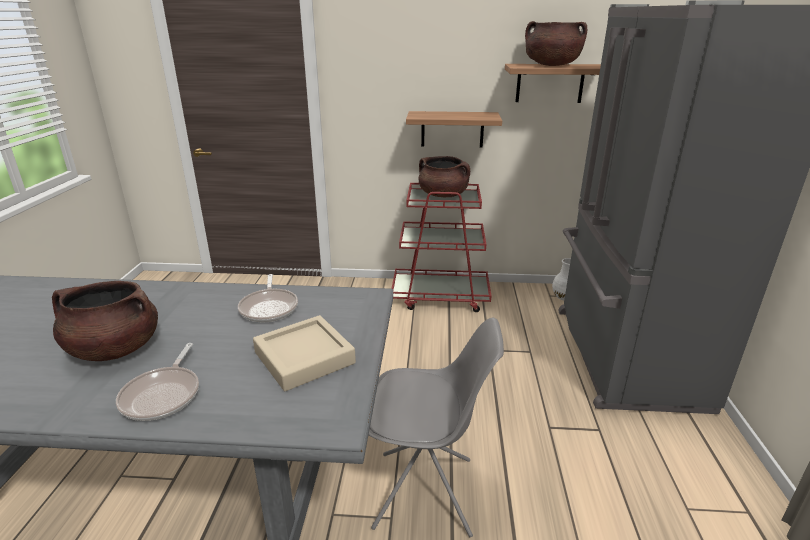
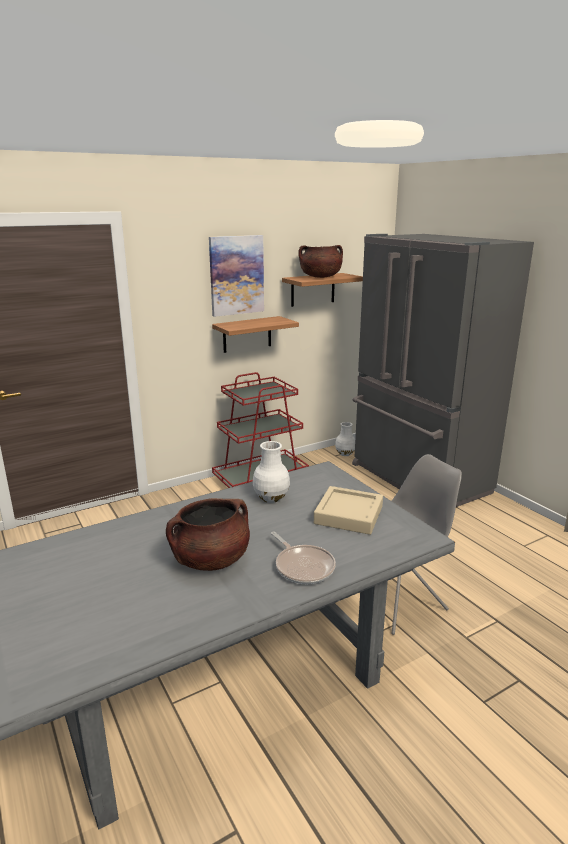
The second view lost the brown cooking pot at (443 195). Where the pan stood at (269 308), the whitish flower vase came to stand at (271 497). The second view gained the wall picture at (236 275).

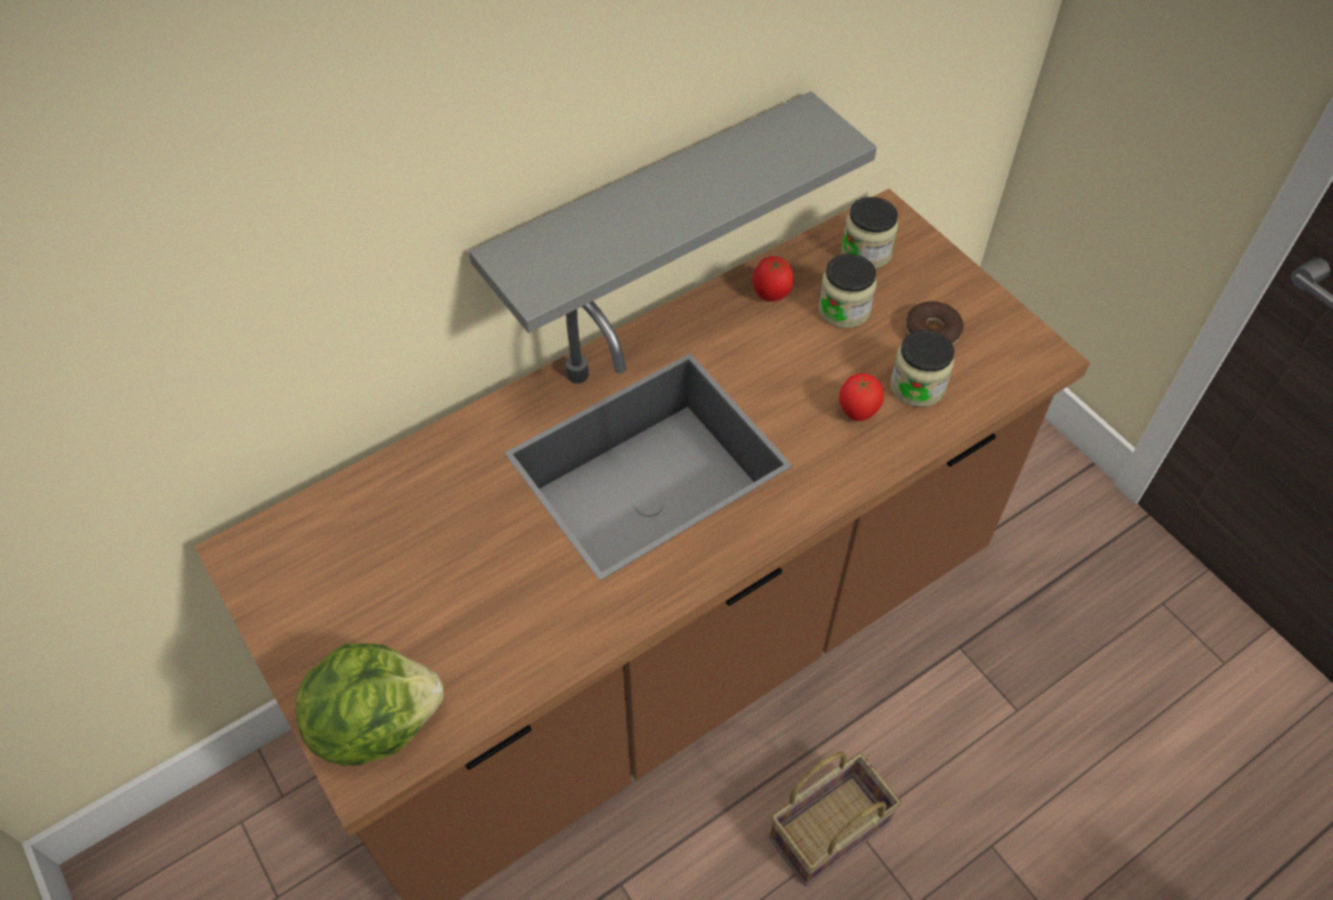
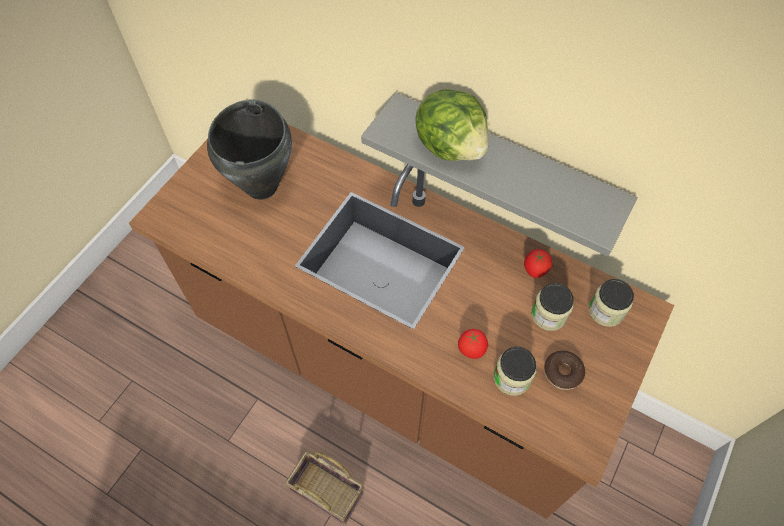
The head of lettuce ended up elsewhere, having gone from (376 722) to (451 146). The second view gained the black-coloured cooking pot at (262 186).

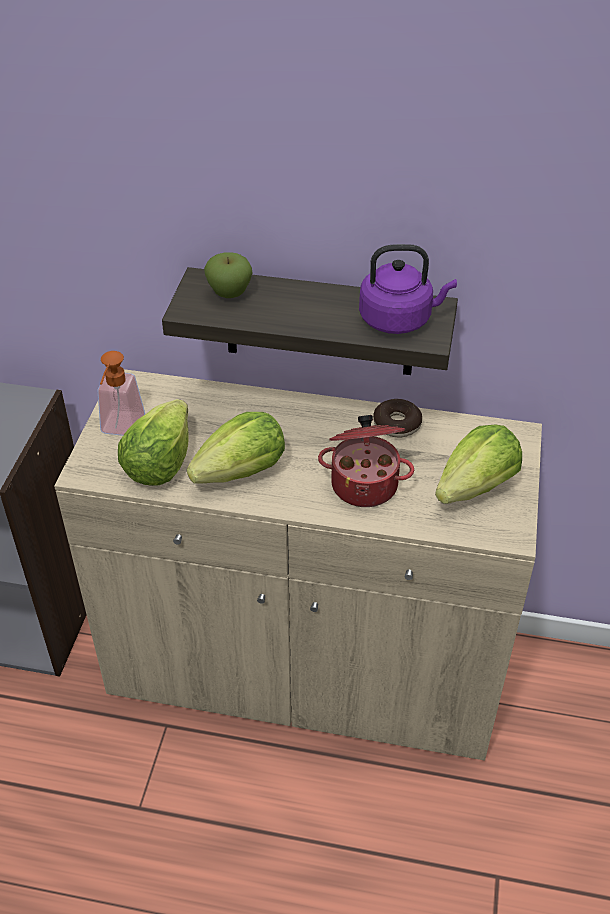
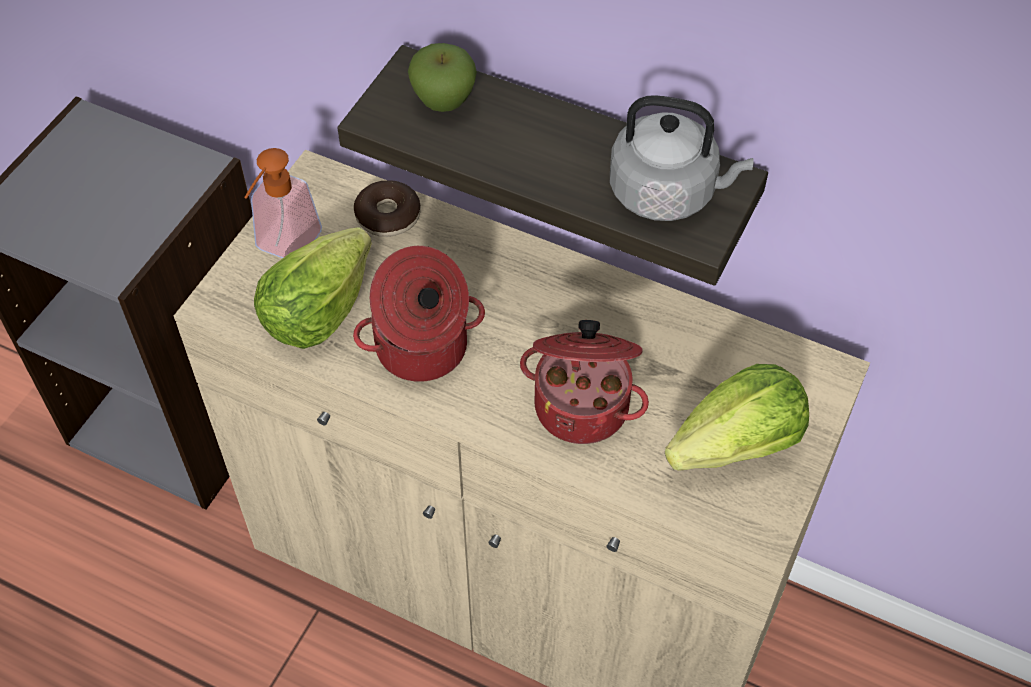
What was the purplish kettle at (399 319) turned into the grey kettle at (668 193). The doughnut ended up elsewhere, having gone from (397 424) to (388 216). Where the head of lettuce stood at (242 472), the cooking pot came to stand at (422 349).

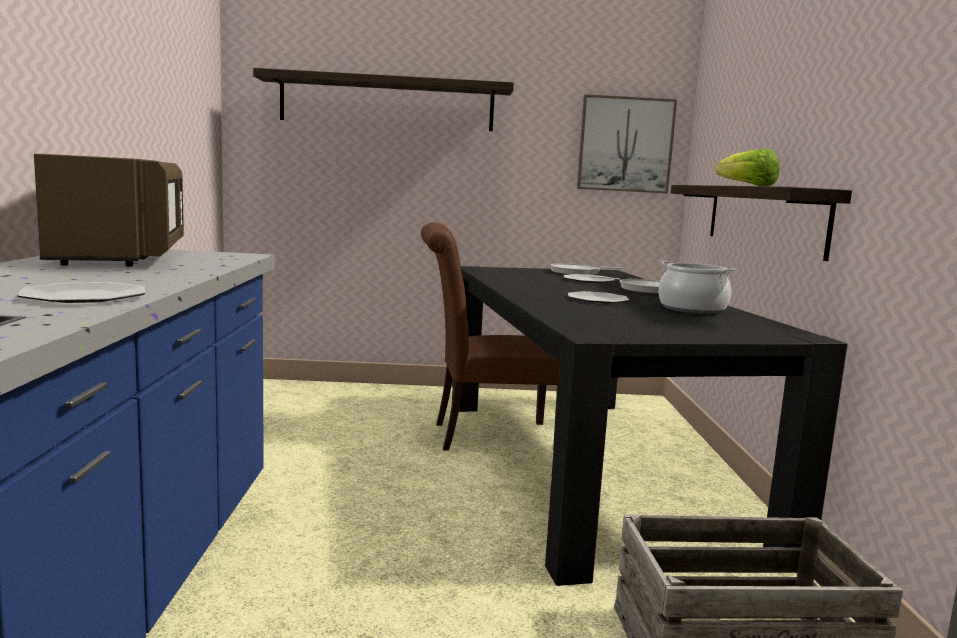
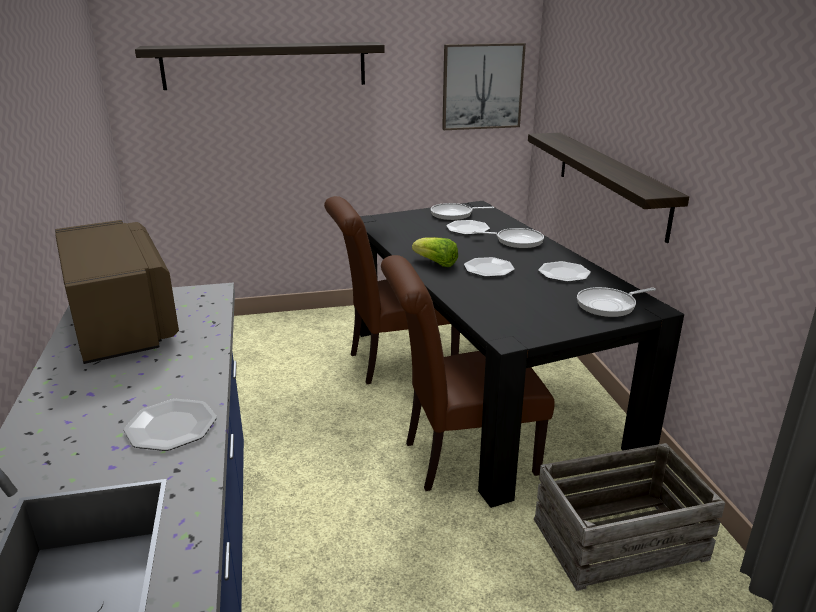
The head of lettuce ended up elsewhere, having gone from (747 186) to (436 263). Where the cooking pot stood at (692 309), the dinner plate came to stand at (563 273). The second view gained the brown chair at (461 458). The second view gained the pan at (609 305).

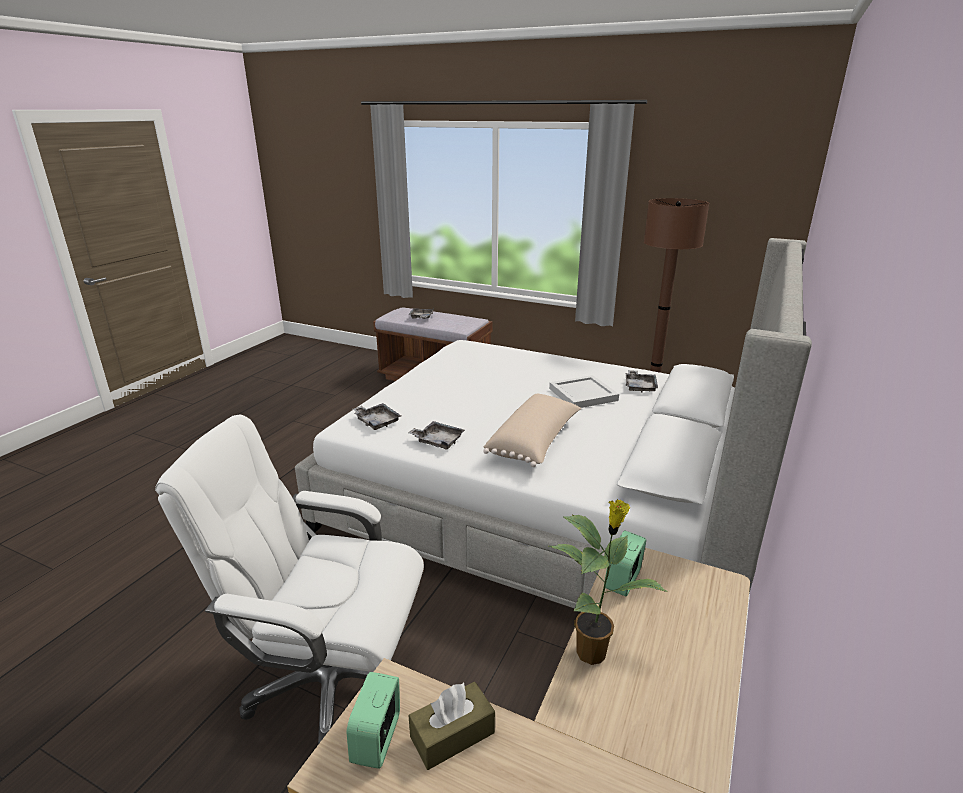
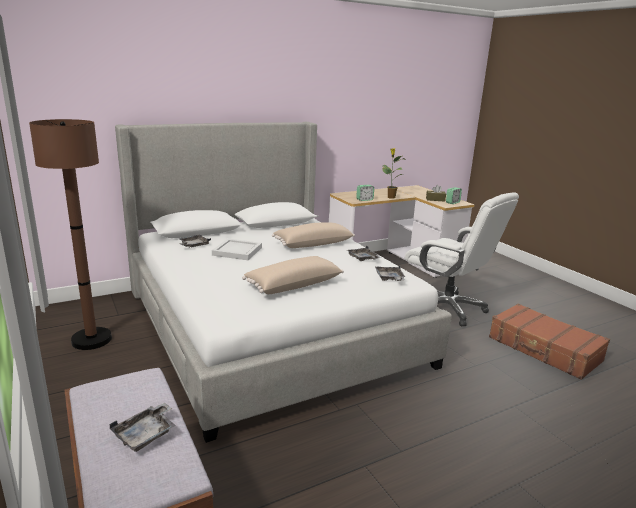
The second view gained the sand-coloured cushion at (293 285). The second view gained the brown suitcase at (544 350).

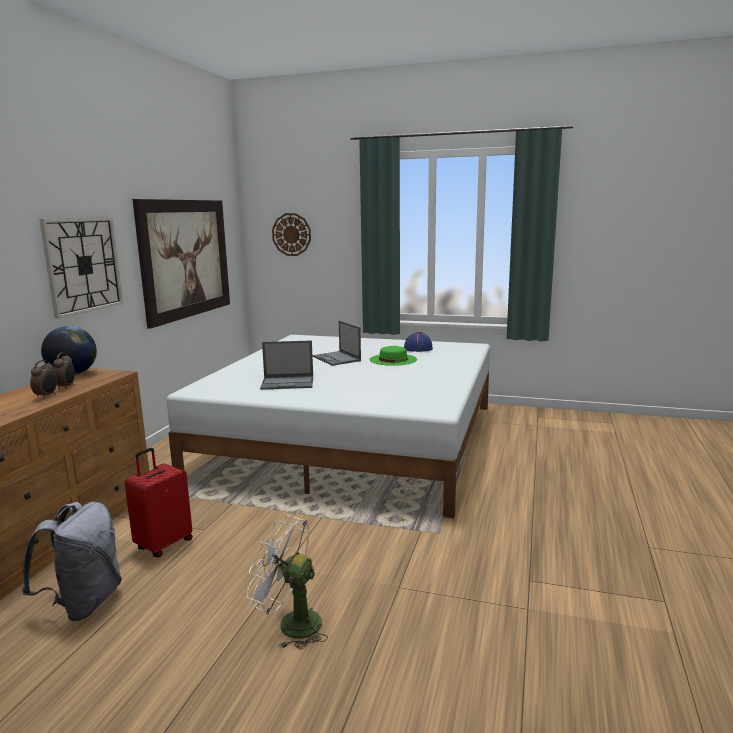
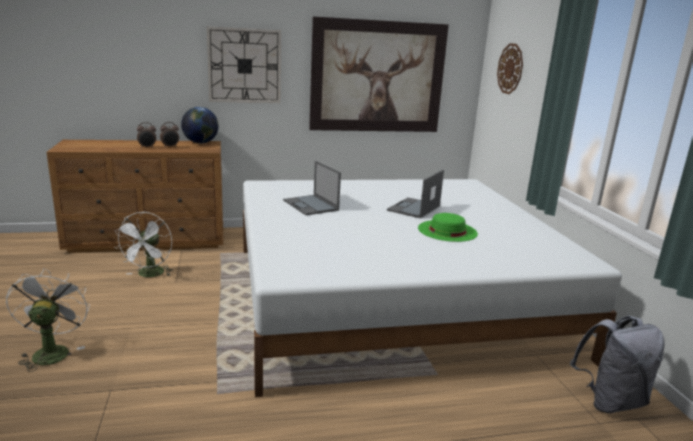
The second view lost the bluish wearable hat at (418 349). Where the reddish suitcase stood at (163 544), the whitish electric fan came to stand at (149 275). The grey knapsack ended up elsewhere, having gone from (84 603) to (610 401).

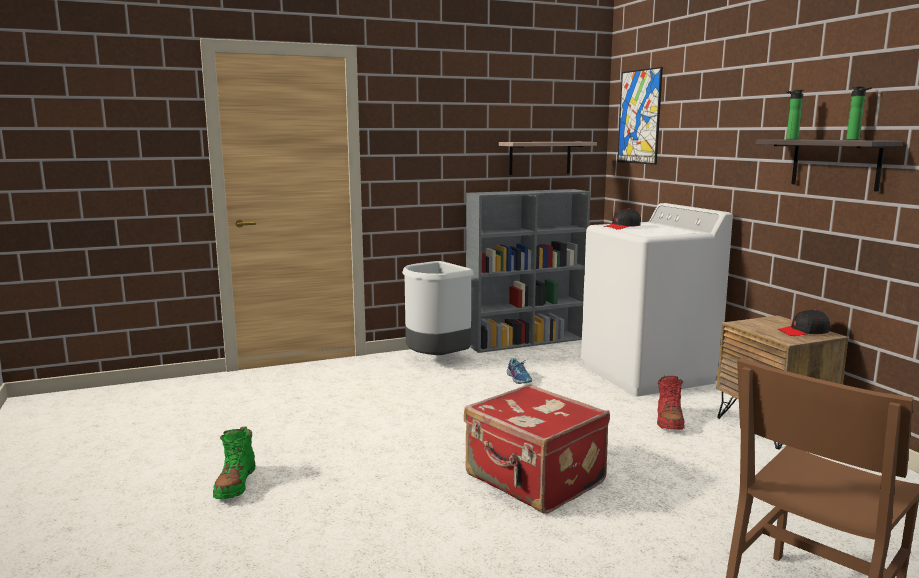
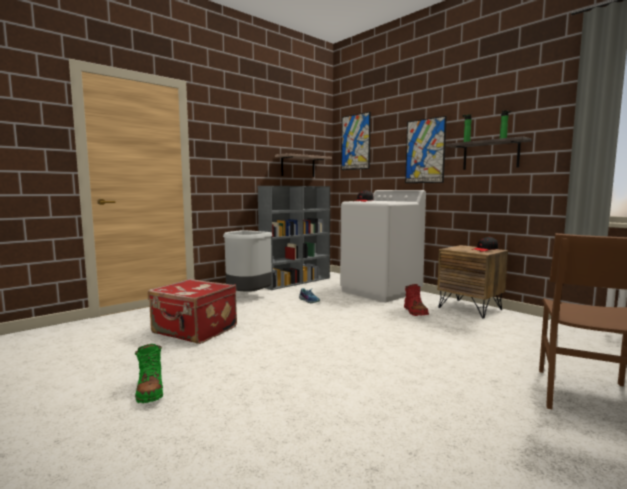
The reddish suitcase ended up elsewhere, having gone from (534 480) to (194 331). The second view gained the wall picture at (425 151).

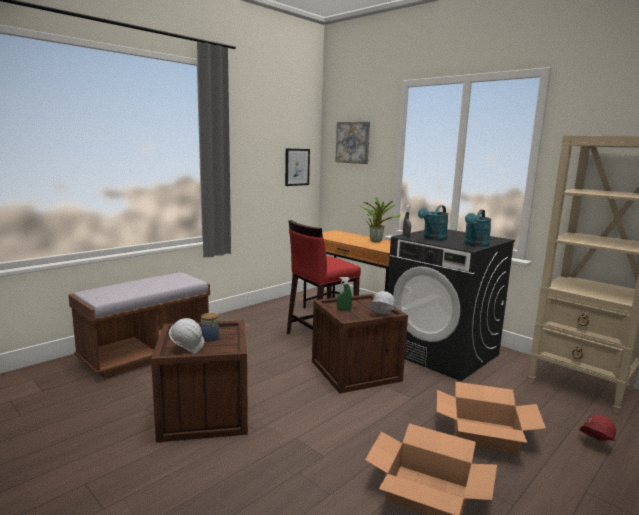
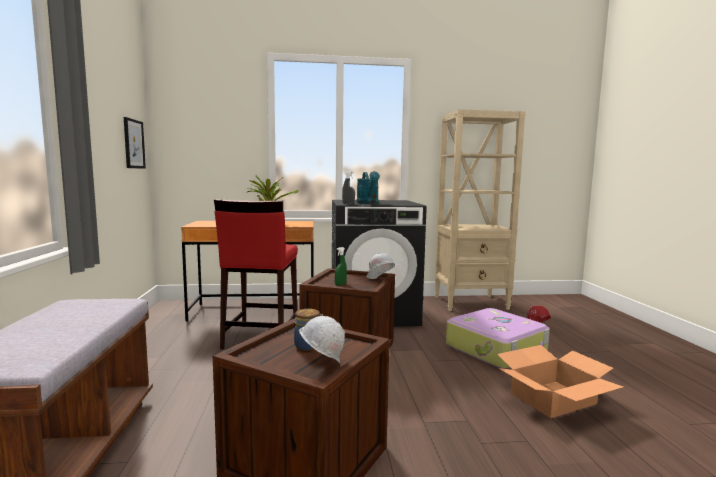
The second view lost the wall picture at (353 142). The second view lost the blue-green watering can at (475 245). Where the carton stood at (484 434), the suitcase came to stand at (497 349).

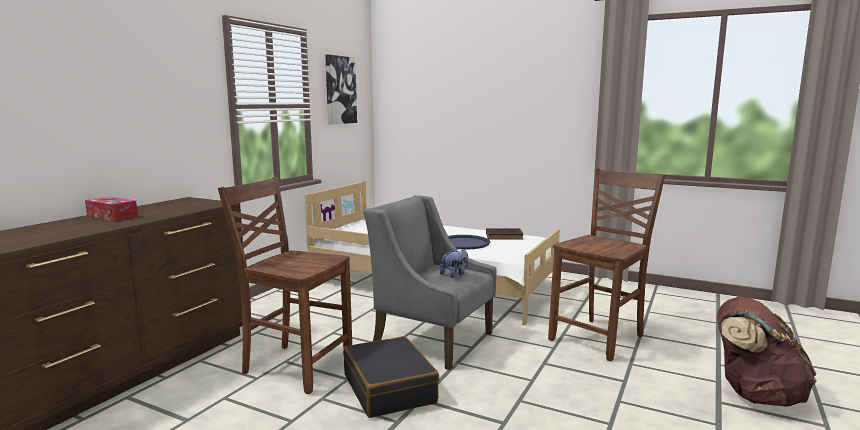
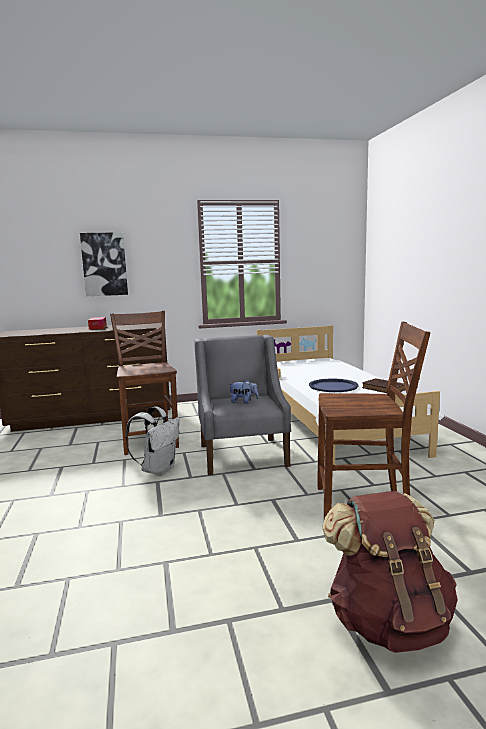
The wall picture ended up elsewhere, having gone from (340 90) to (104 264). Where the black-coloured suitcase stood at (390 389), the whitish knapsack came to stand at (158 469).

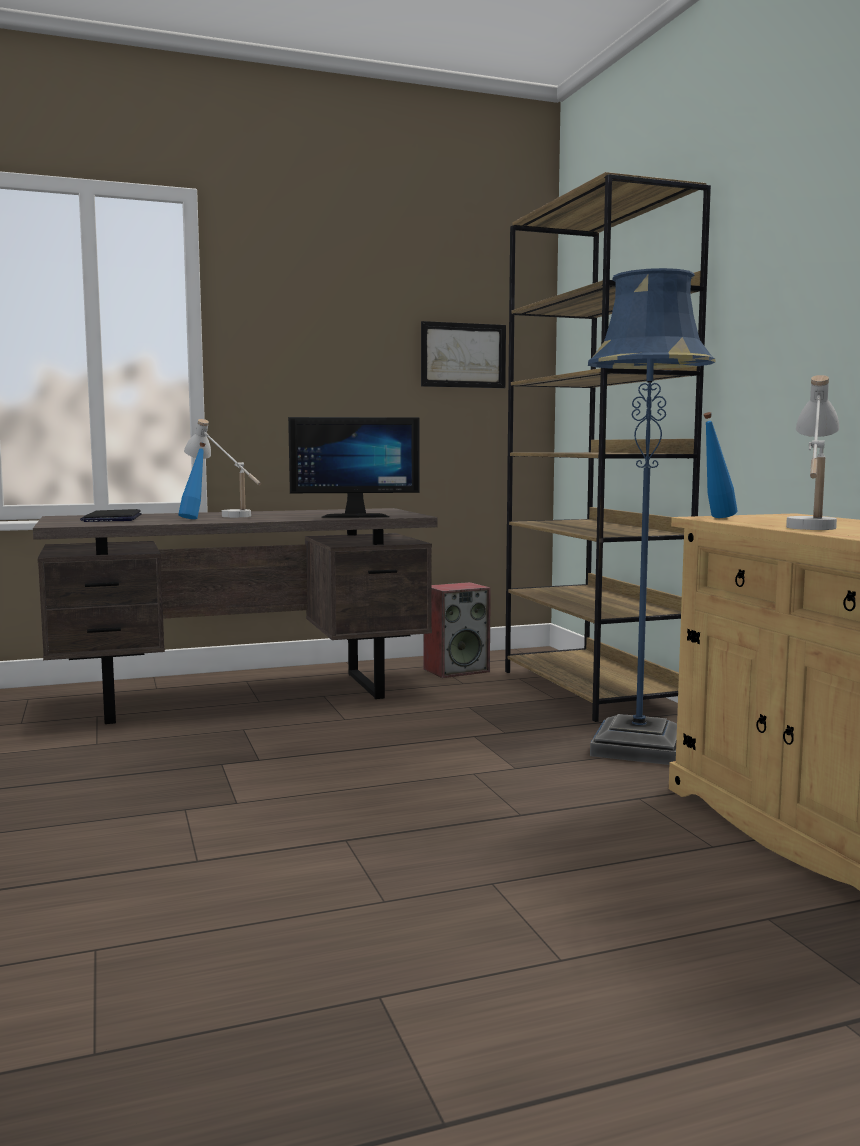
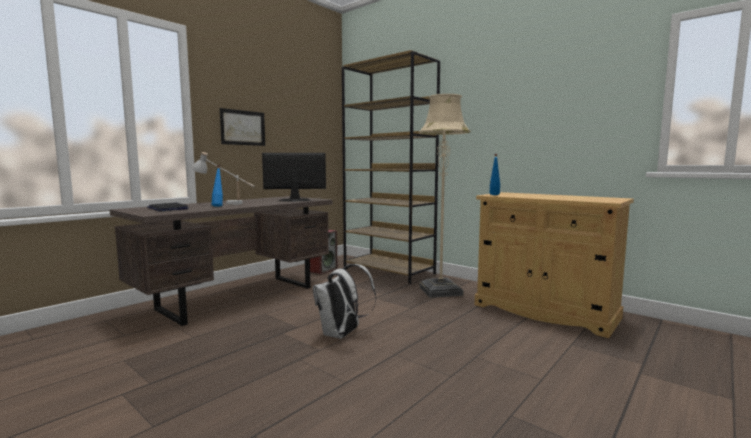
What was the bluish floor lamp at (638 748) turned into the sand-coloured floor lamp at (440 291). The wall picture ended up elsewhere, having gone from (463 355) to (243 127). The second view lost the whitish table lamp at (811 525). The computer screen at (355 516) ended up facing another way, 150 degrees counterclockwise from before. The second view gained the whitish knapsack at (342 335).

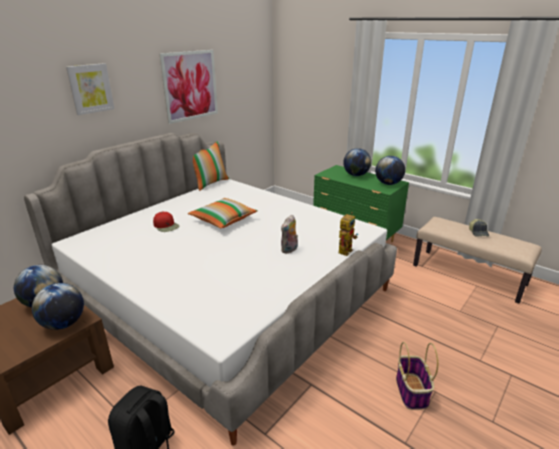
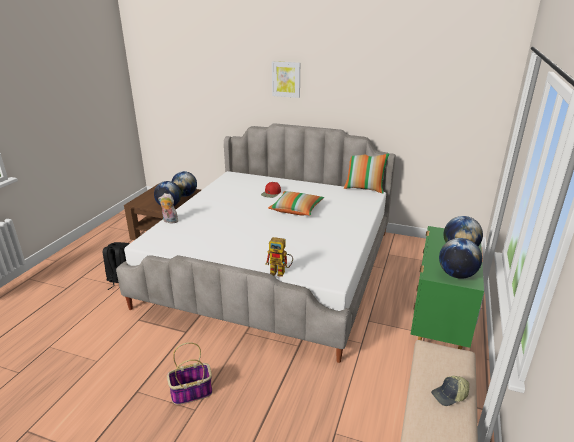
The second view lost the wall picture at (190 86). The soft toy ended up elsewhere, having gone from (289 250) to (169 221).

